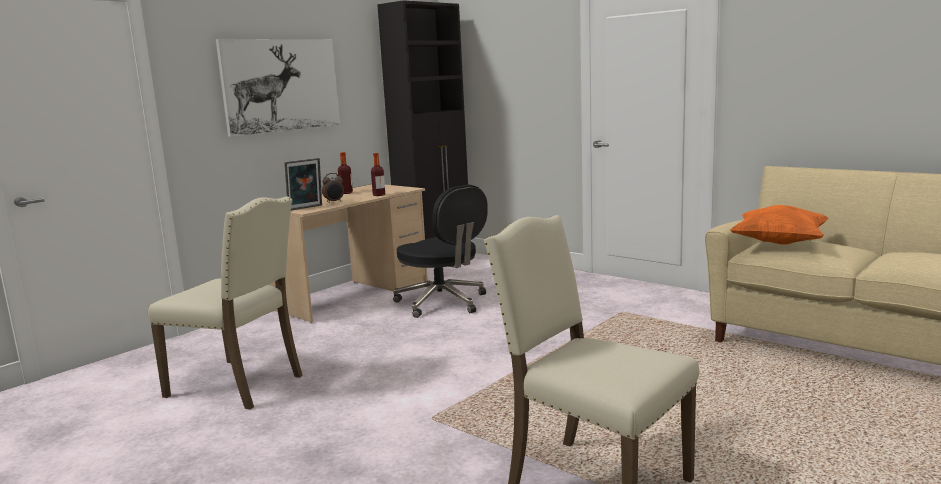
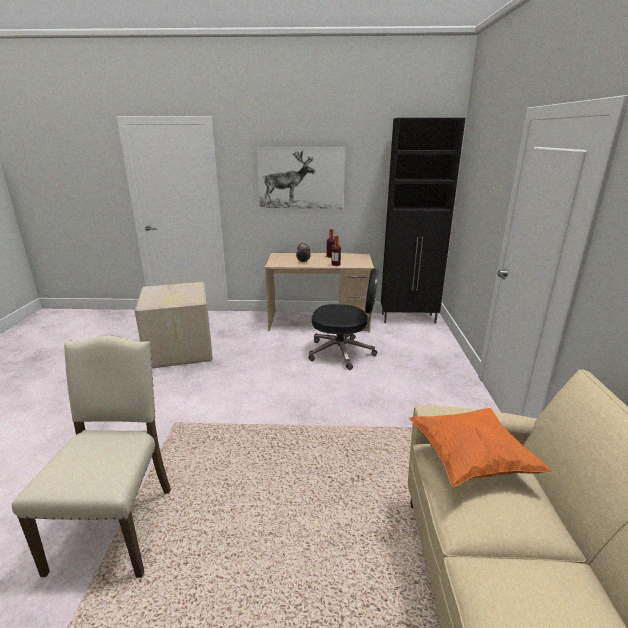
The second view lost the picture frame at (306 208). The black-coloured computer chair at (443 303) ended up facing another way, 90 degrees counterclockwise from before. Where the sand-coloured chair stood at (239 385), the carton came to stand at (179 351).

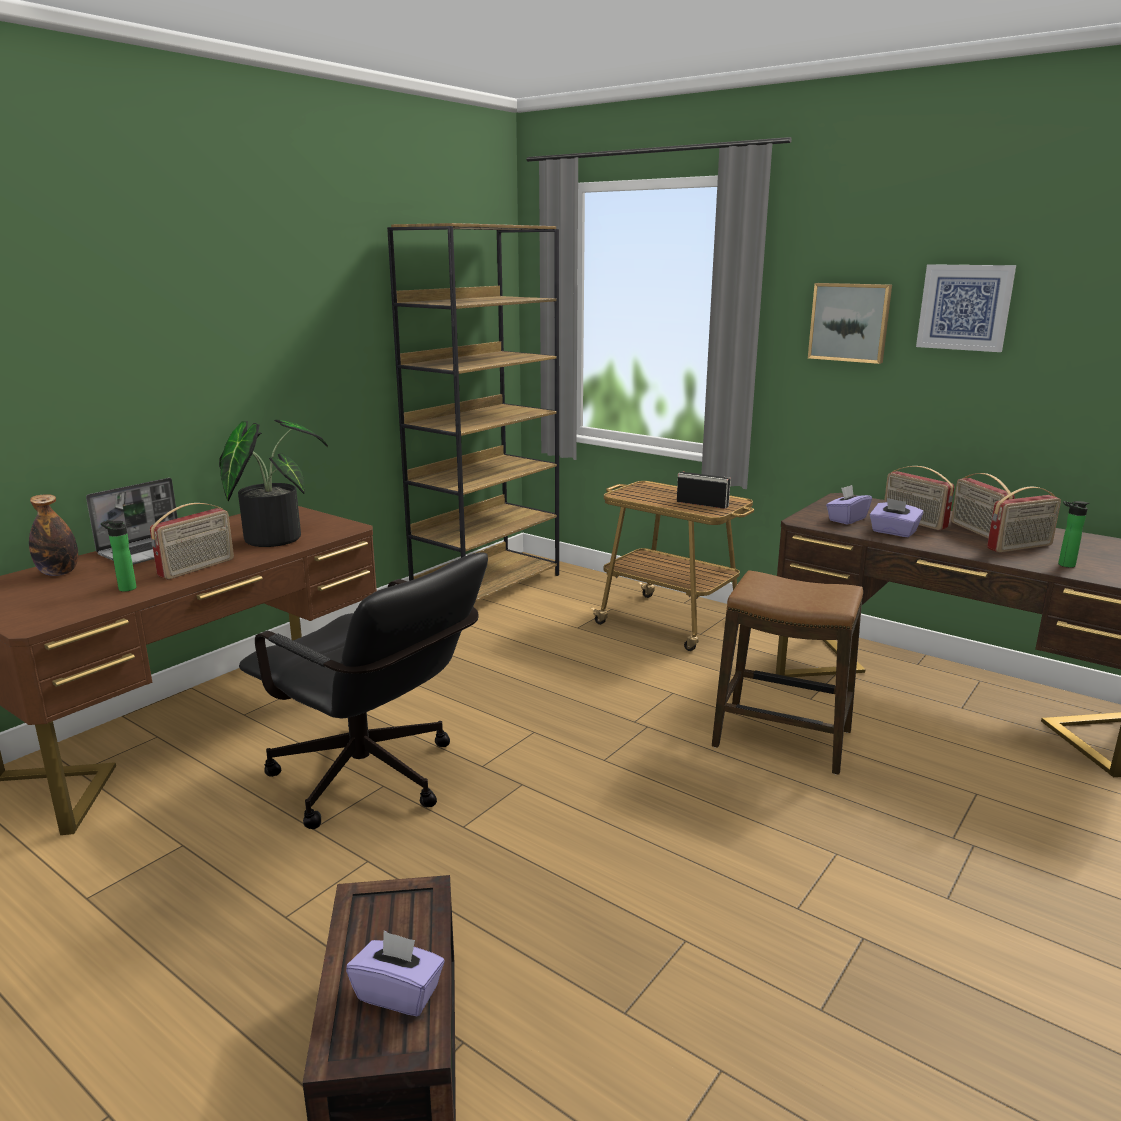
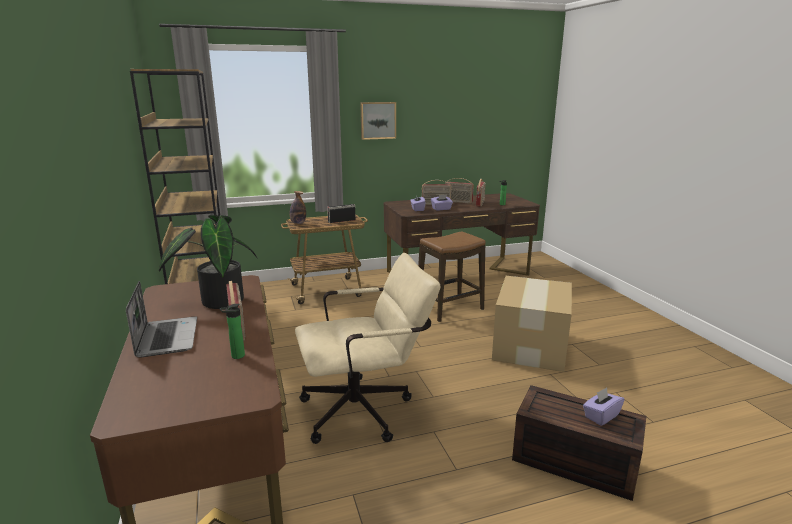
The second view lost the wall picture at (965 307). The beverage bottle ended up elsewhere, having gone from (59 573) to (298 223). What was the black-coloured computer chair at (375 782) turned into the sand-coloured computer chair at (366 409). The second view gained the carton at (529 347).

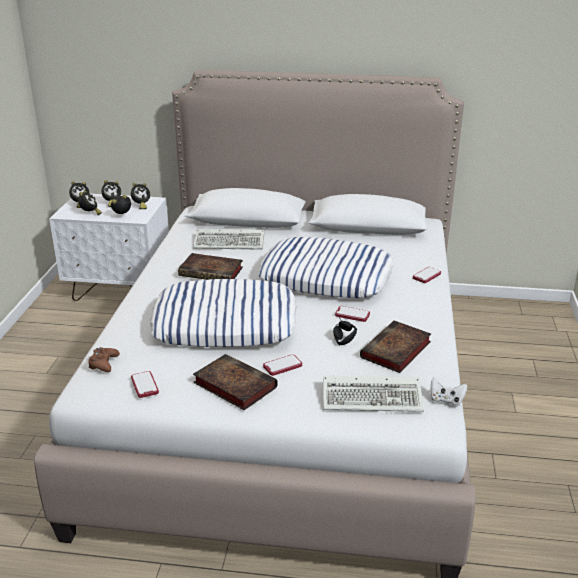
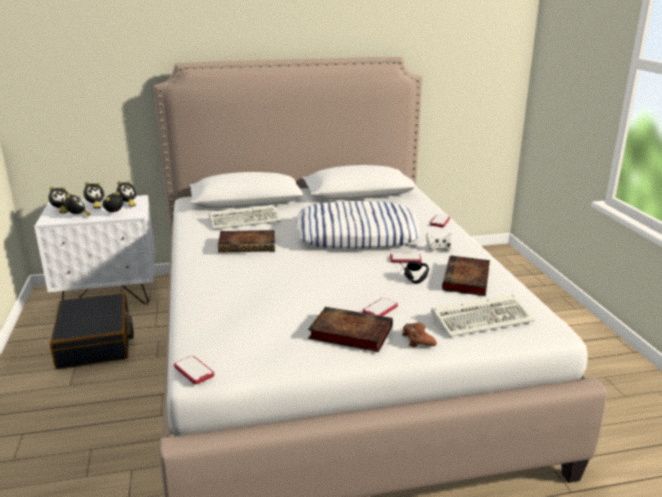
The second view lost the cushion at (225 323). The brown game controller ended up elsewhere, having gone from (103 363) to (417 340). The telephone ended up elsewhere, having gone from (144 385) to (194 371). The whitish game controller ended up elsewhere, having gone from (446 400) to (439 249). The second view gained the black-coloured suitcase at (95 342).

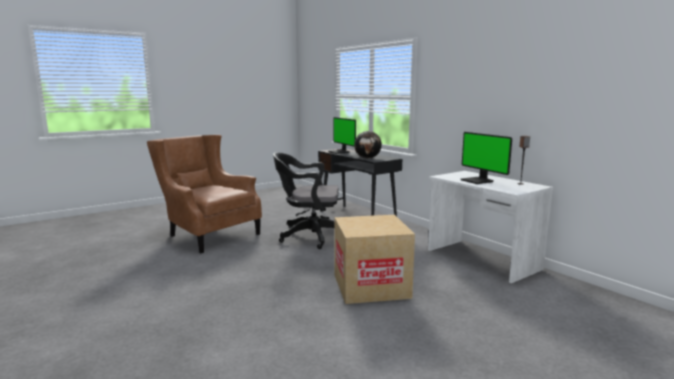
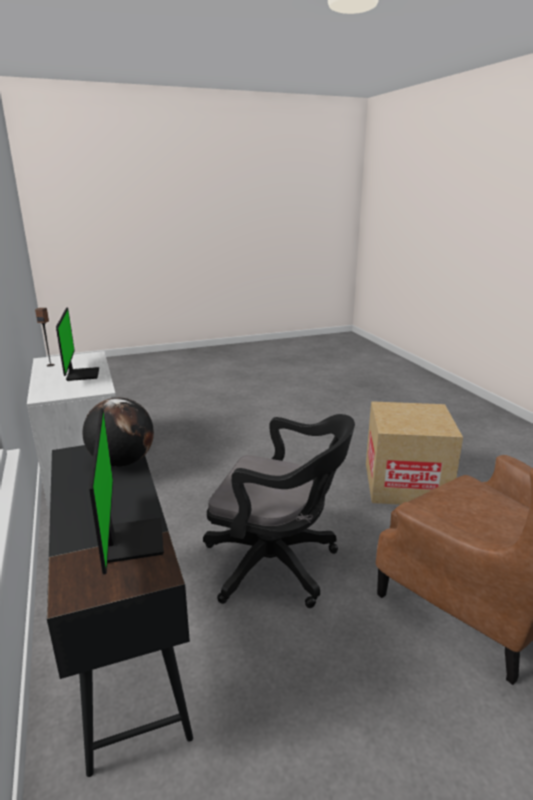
The carton ended up elsewhere, having gone from (371 286) to (405 484).

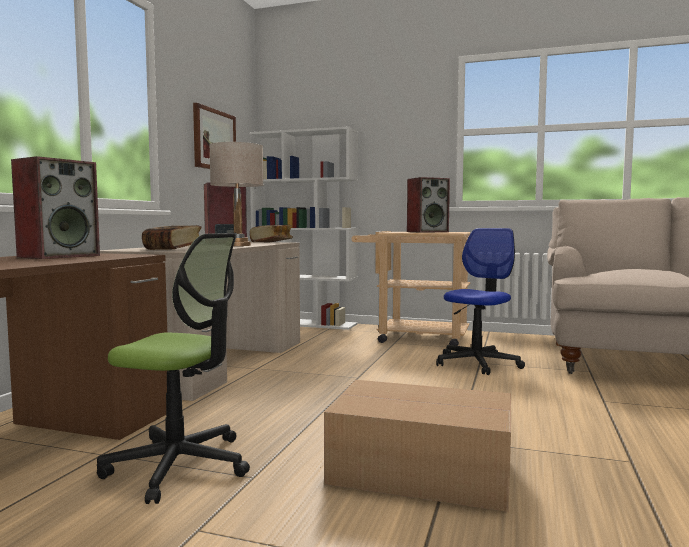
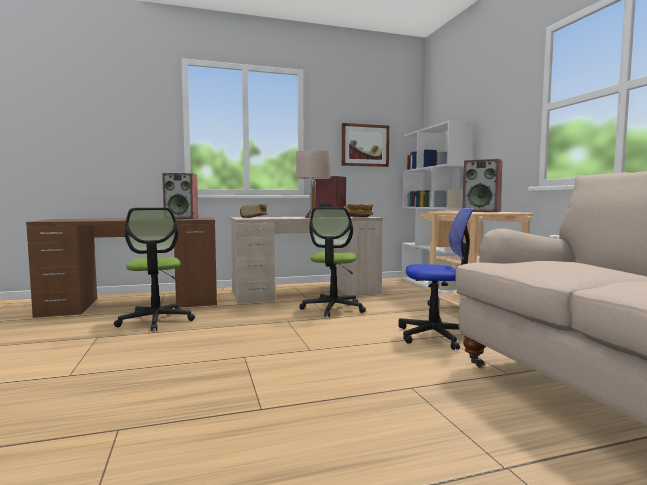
The second view lost the carton at (418 470). The second view gained the computer chair at (333 308).

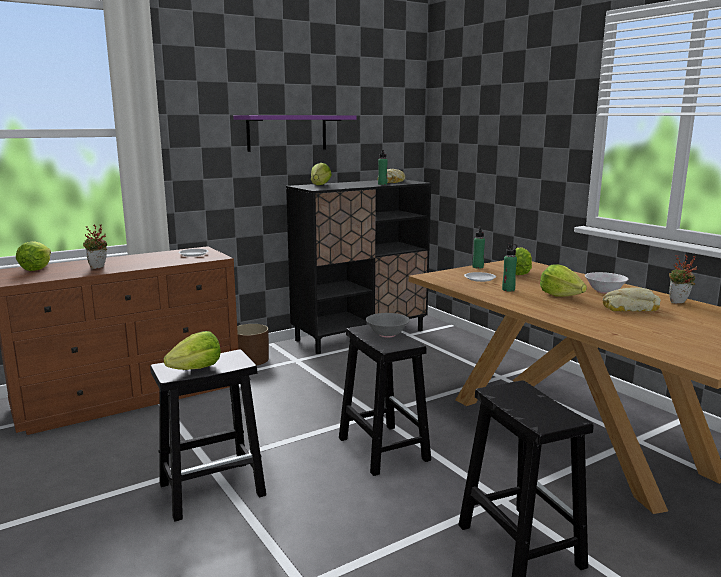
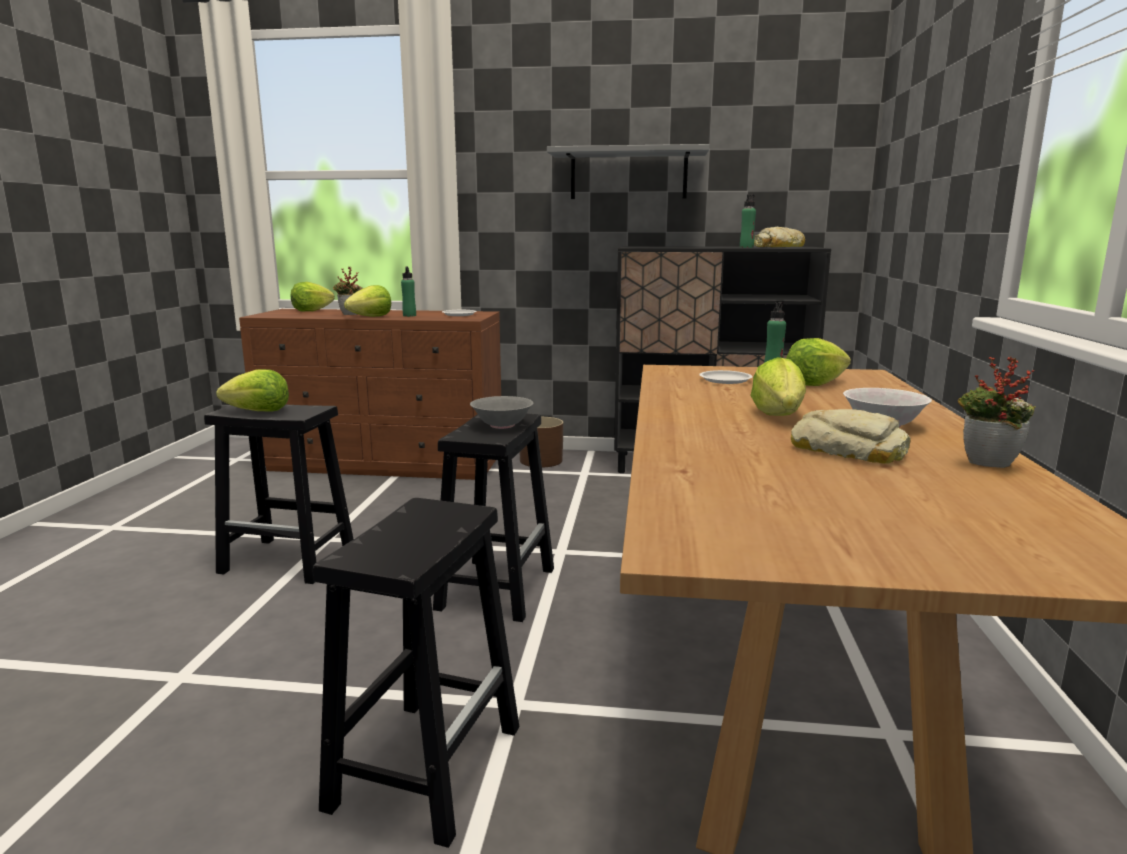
What was the purplish bracket shelf at (287 133) turned into the grey bracket shelf at (628 175). The head of lettuce ended up elsewhere, having gone from (320 185) to (371 317). The greenish beverage bottle ended up elsewhere, having gone from (508 289) to (409 315).

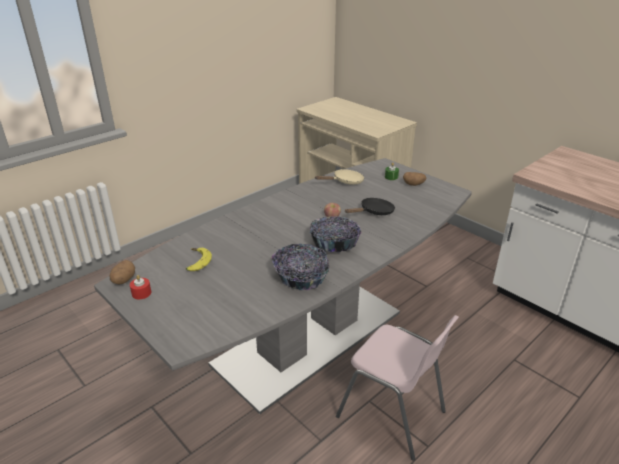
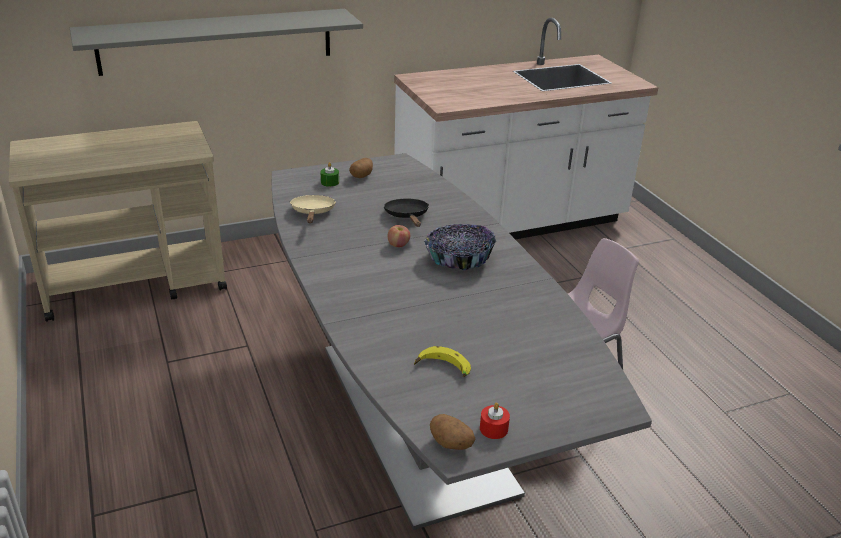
The second view lost the serving bowl at (301 277). The second view gained the grey bracket shelf at (217 41).

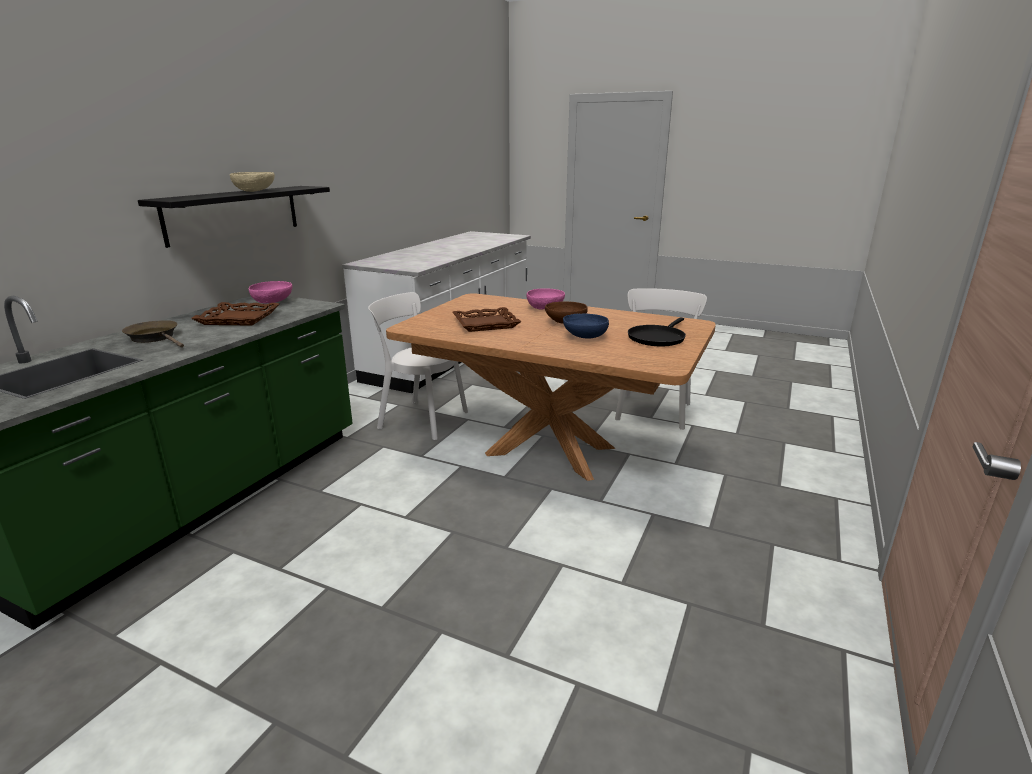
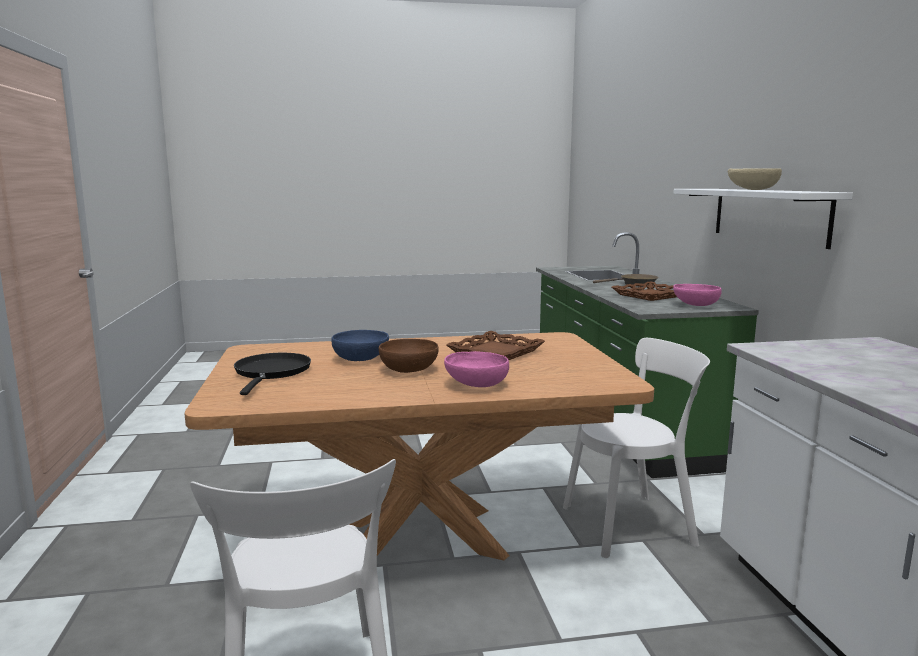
What was the black-coloured bracket shelf at (234 214) turned into the whitish bracket shelf at (768 215).

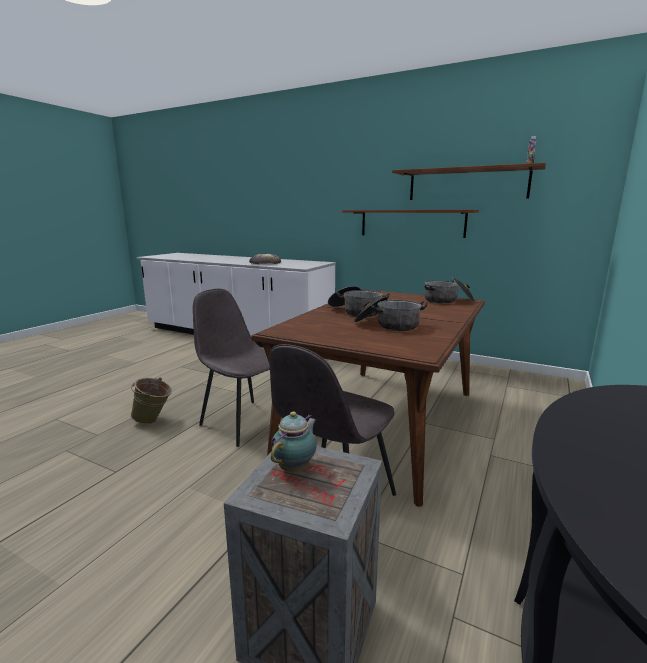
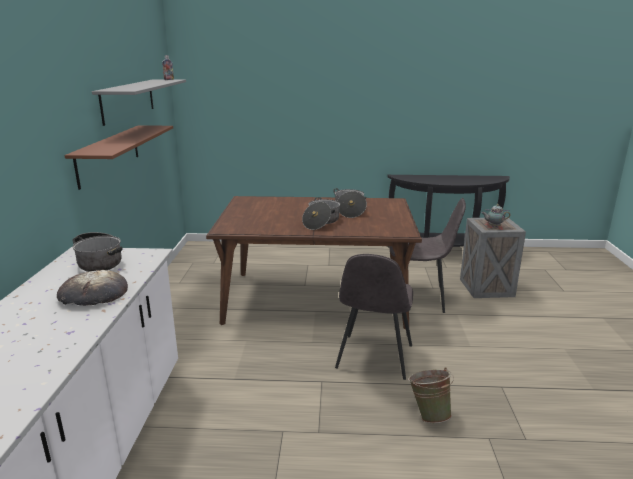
What was the brown bracket shelf at (467 184) turned into the grey bracket shelf at (128 100). The cooking pot ended up elsewhere, having gone from (448 300) to (100 261).

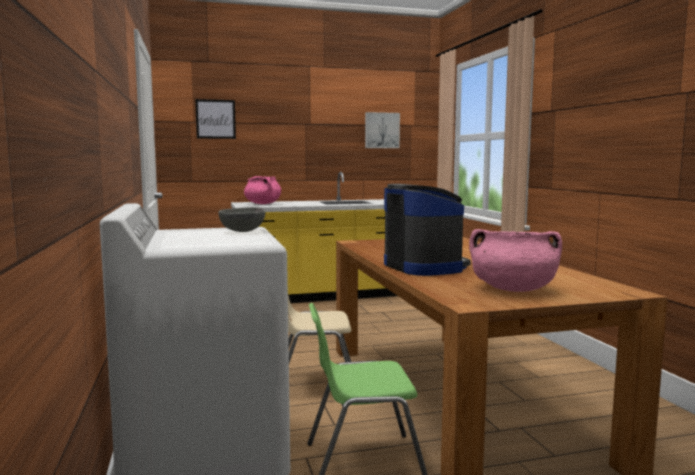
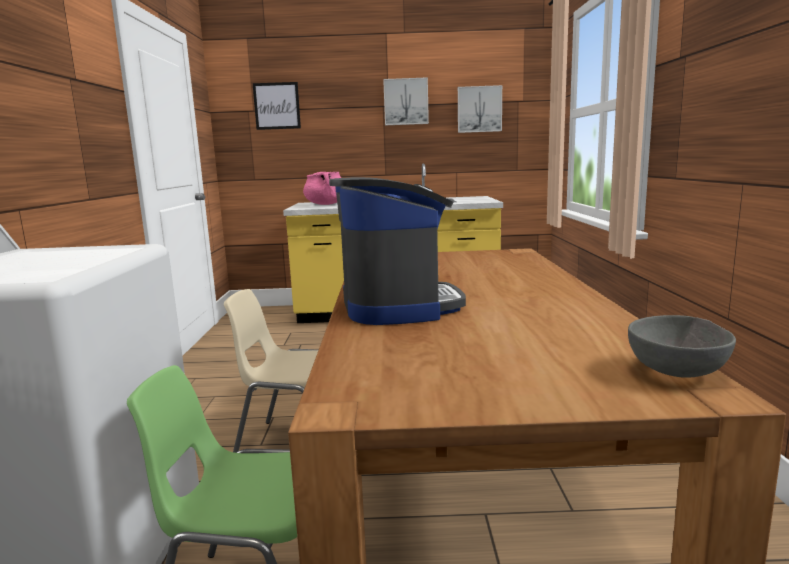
The grey serving bowl ended up elsewhere, having gone from (244 231) to (678 372). The second view lost the pinkish cooking pot at (513 289). The second view gained the wall picture at (406 102).

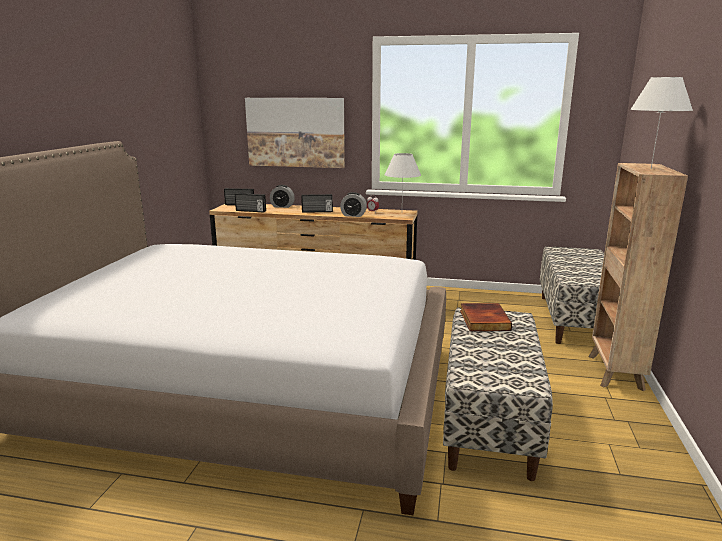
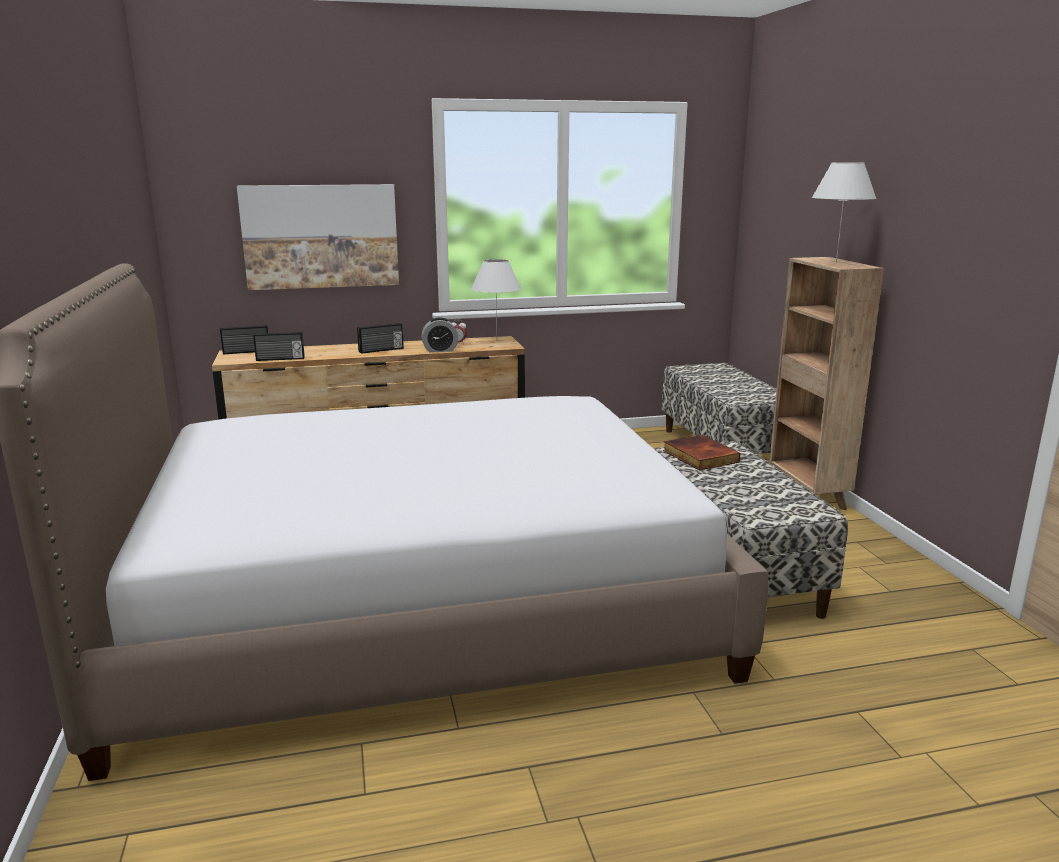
The second view lost the table clock at (282 206).

